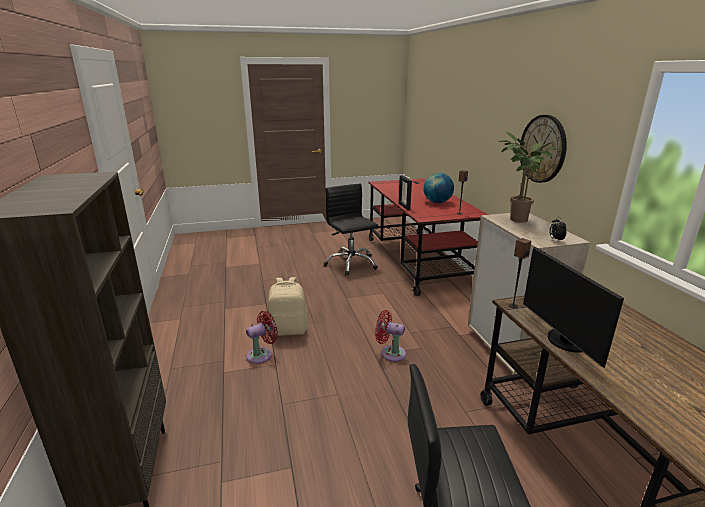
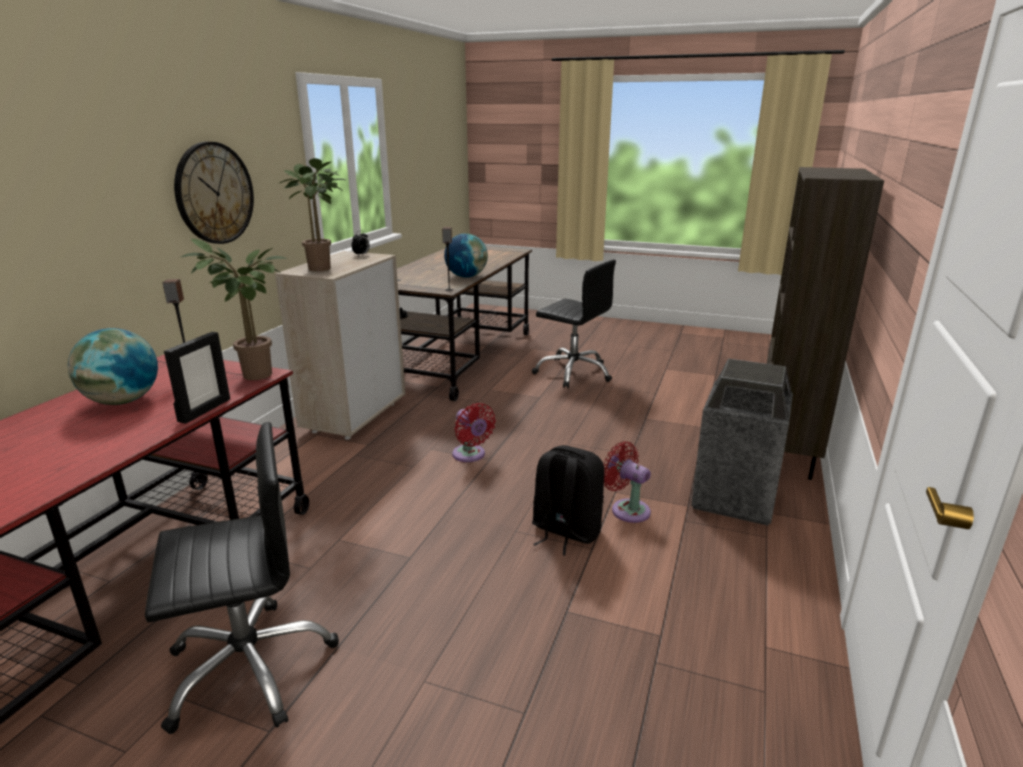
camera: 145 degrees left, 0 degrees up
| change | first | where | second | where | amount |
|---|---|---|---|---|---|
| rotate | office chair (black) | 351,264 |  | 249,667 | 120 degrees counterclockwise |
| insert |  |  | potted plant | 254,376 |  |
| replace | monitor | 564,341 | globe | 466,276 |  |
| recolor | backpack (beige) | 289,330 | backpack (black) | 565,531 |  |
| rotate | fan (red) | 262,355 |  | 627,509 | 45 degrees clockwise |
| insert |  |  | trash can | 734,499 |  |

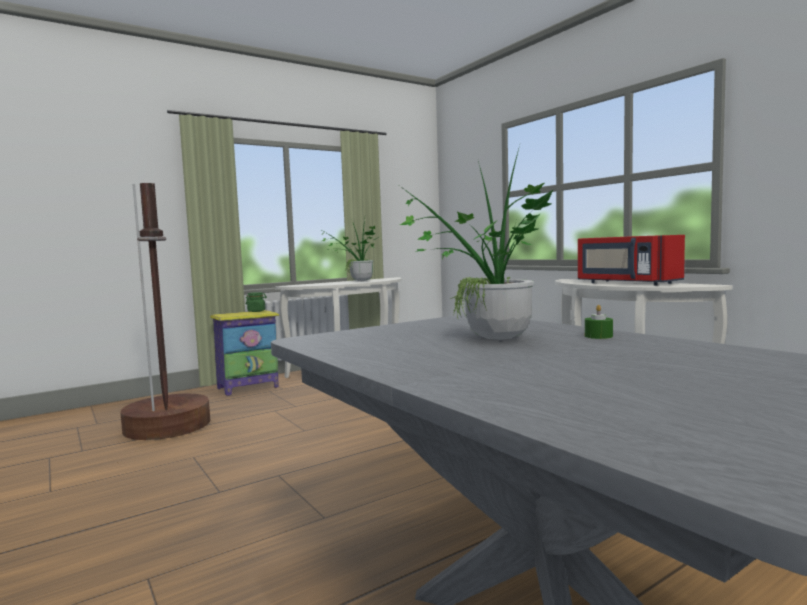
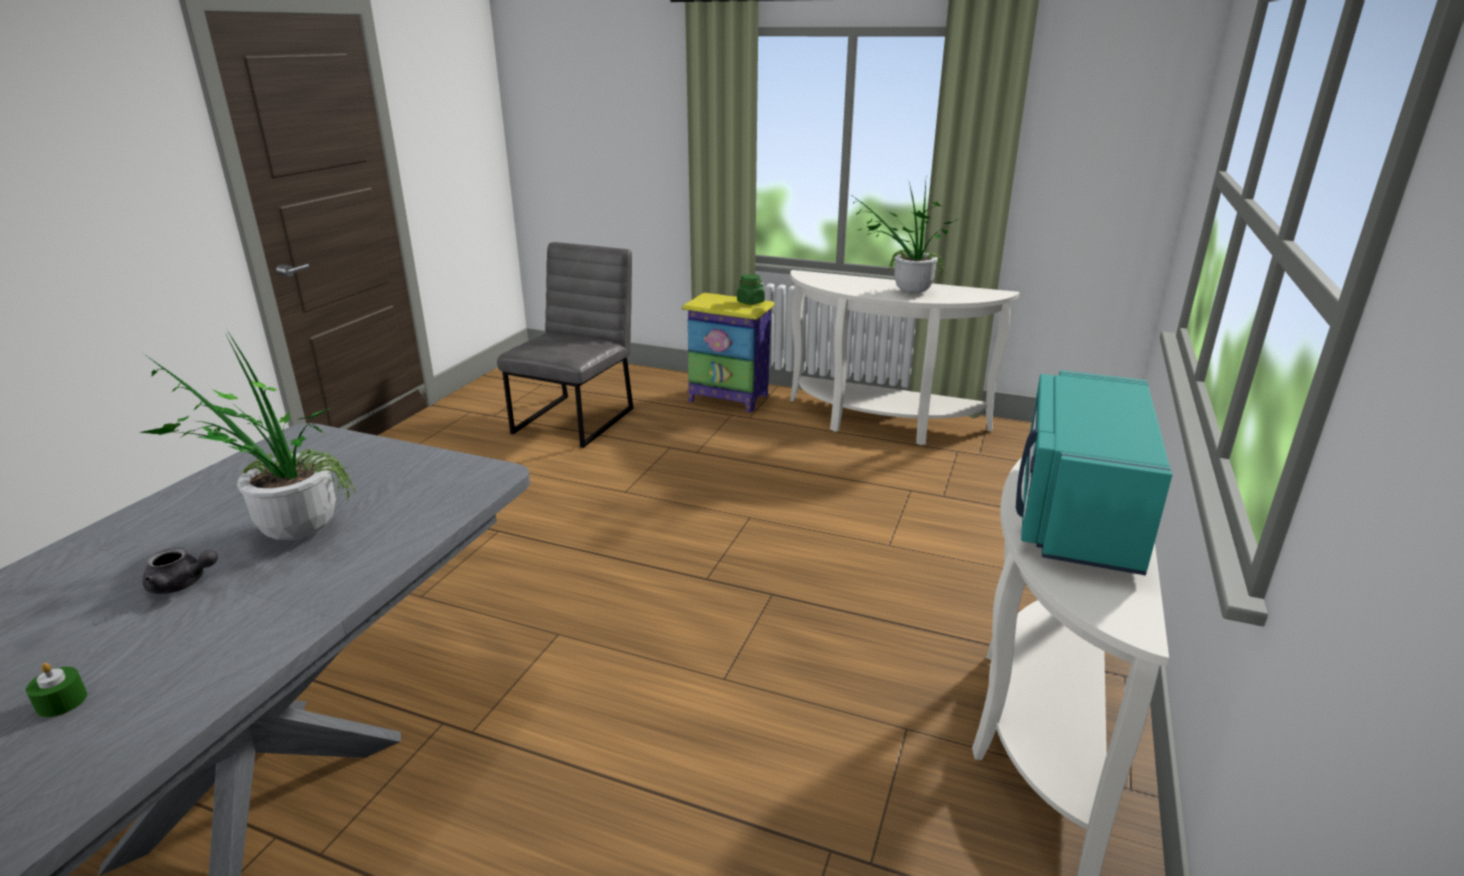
camera: 55 degrees right, 20 degrees up
| change | first | where | second | where | amount |
|---|---|---|---|---|---|
| move | candle (green) | 598,336 |  | 62,702 |  |
| insert |  |  | teapot (grey) | 182,584 |  |
| replace | floor lamp (brown) | 168,426 | chair (grey) | 576,419 |  |
| recolor | microwave (red) | 626,283 | microwave (turquoise) | 1076,513 |  |

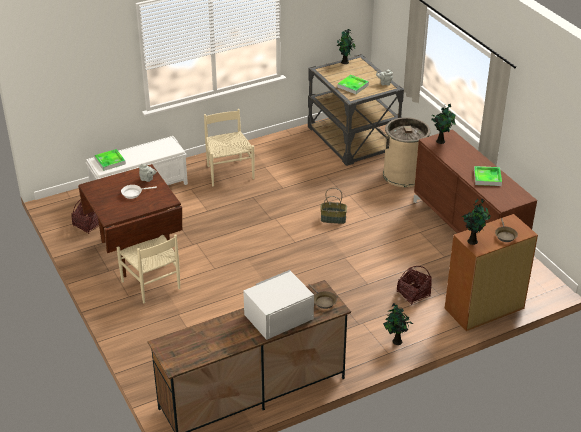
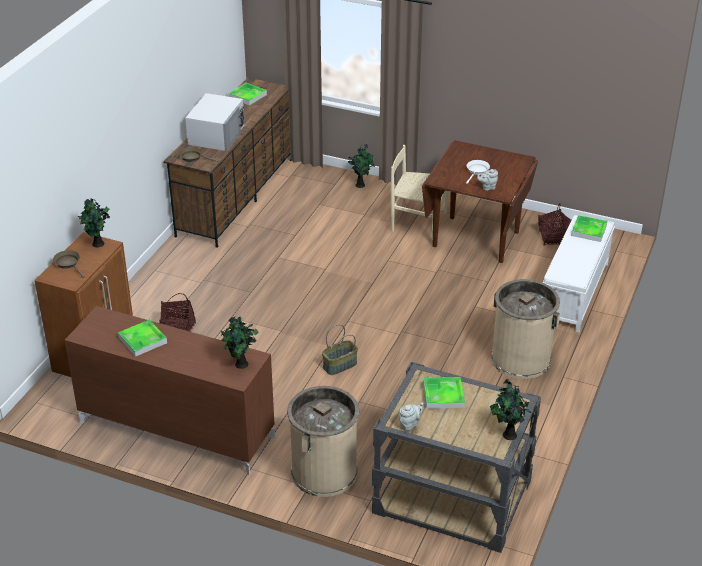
camera: 140 degrees right, 0 degrees up
| change | first | where | second | where | amount |
|---|---|---|---|---|---|
| insert |  |  | tray | 247,96 |  |
| move | potted plant | 396,341 |  | 361,184 |  |
| replace | chair (beige) | 228,172 | trash can (beige) | 520,359 |  |

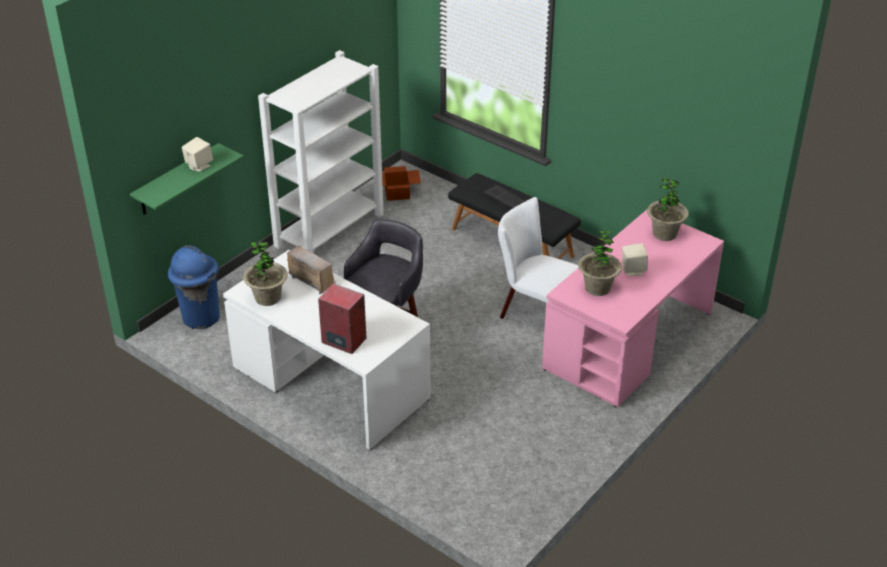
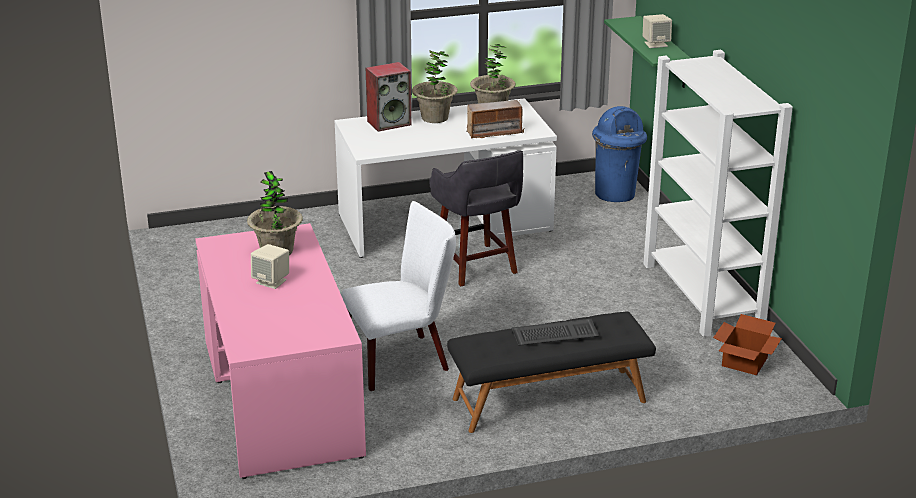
camera: 125 degrees right, 10 degrees down
| change | first | where | second | where | amount |
|---|---|---|---|---|---|
| move | potted plant | 664,233 |  | 435,118 |  |

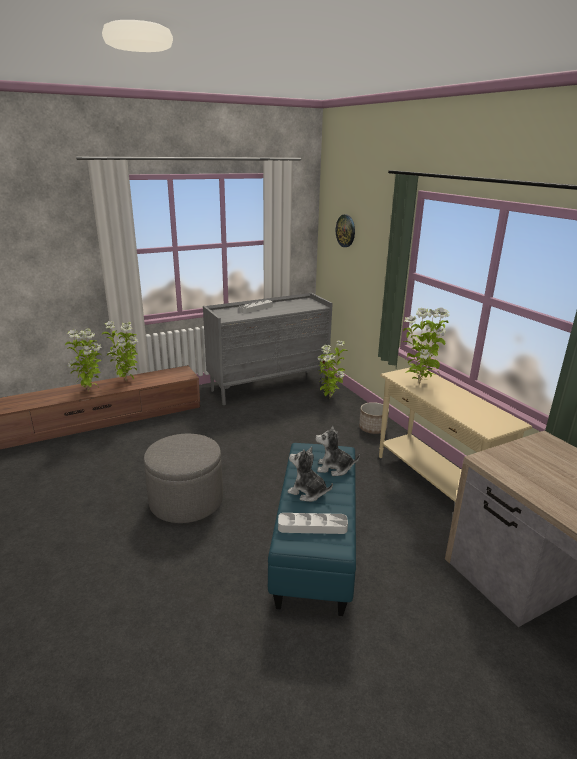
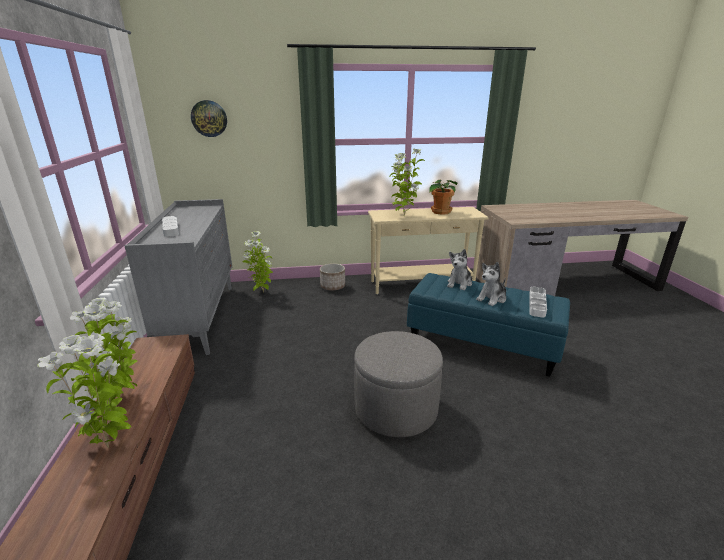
camera: 70 degrees left, 0 degrees up
| change | first | where | second | where | amount |
|---|---|---|---|---|---|
| insert |  |  | potted plant | 440,212 |  |

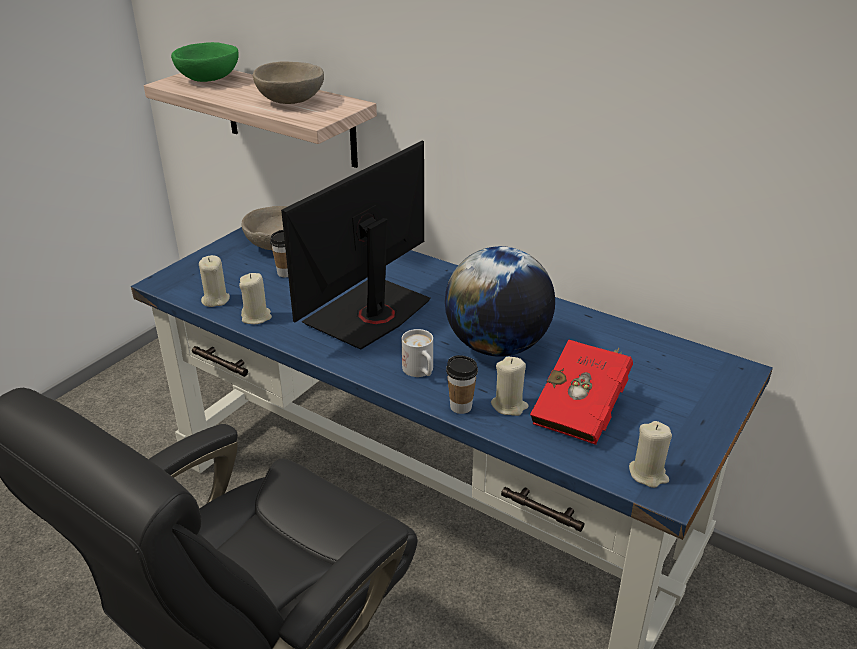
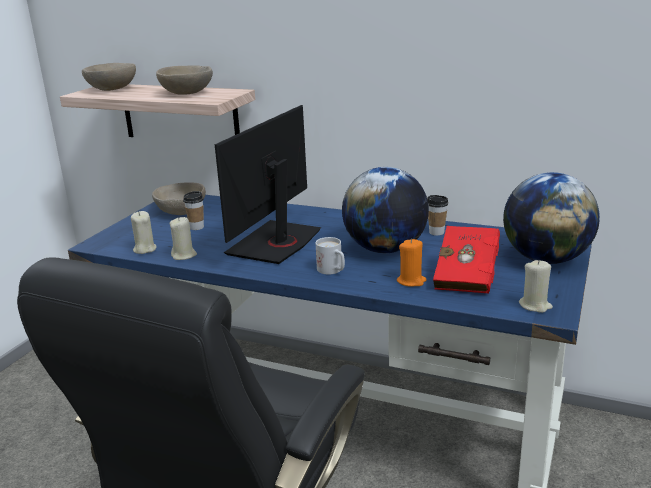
camera: 10 degrees left, 10 degrees down
| change | first | where | second | where | amount |
|---|---|---|---|---|---|
| recolor | bowl (green) | 209,79 | bowl (beige) | 112,89 |  |
| recolor | candle (beige) | 509,405 | candle (orange) | 411,281 |  |
| move | cup | 461,407 |  | 436,232 |  |
| insert |  |  | globe | 546,259 |  |

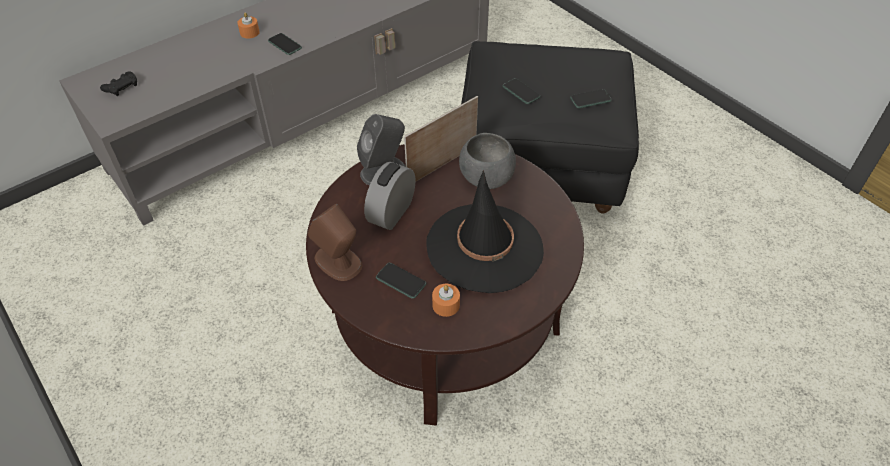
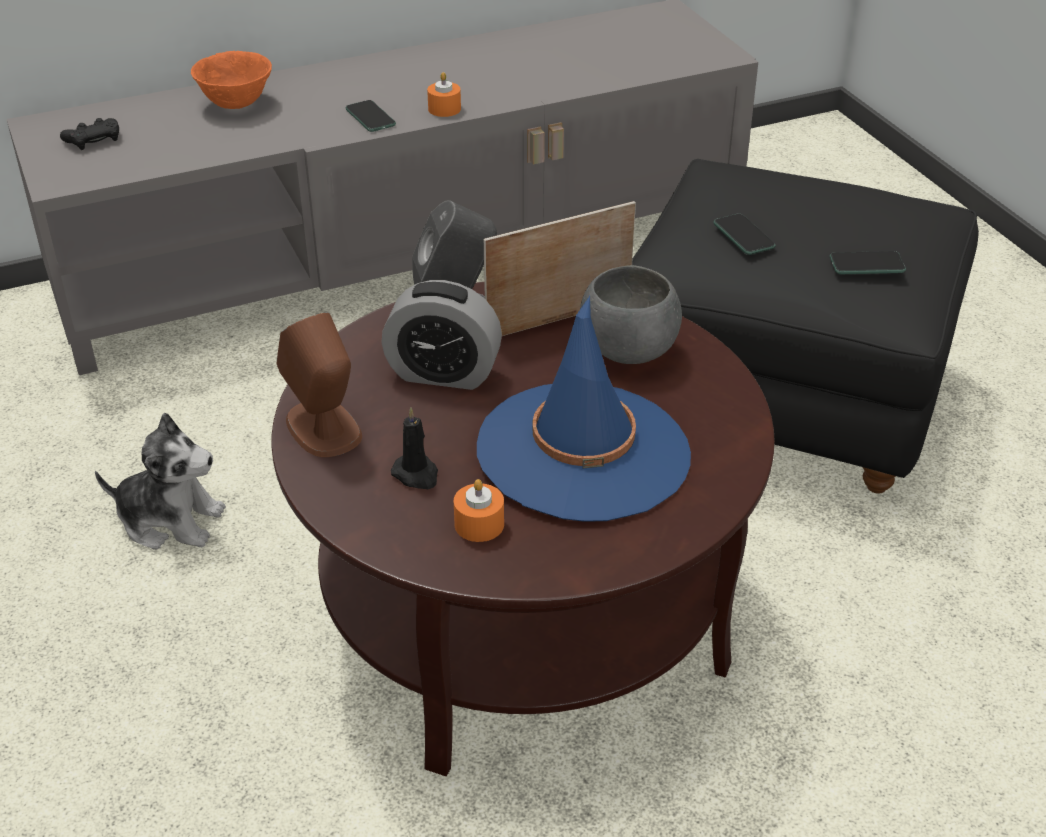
camera: 15 degrees right, 10 degrees down
| change | first | where | second | where | amount |
|---|---|---|---|---|---|
| insert |  |  | plush toy | 170,521 |  |
| insert |  |  | bowl (orange) | 237,104 |  |
| rotate | alarm clock | 391,212 |  | 443,373 | 120 degrees counterclockwise |
| replace | phone | 401,281 | candle (black) | 416,475 |  |
| move | candle (orange) | 249,32 |  | 444,109 |  |
| recolor | hat (black) | 484,247 | hat (blue) | 583,451 |  |

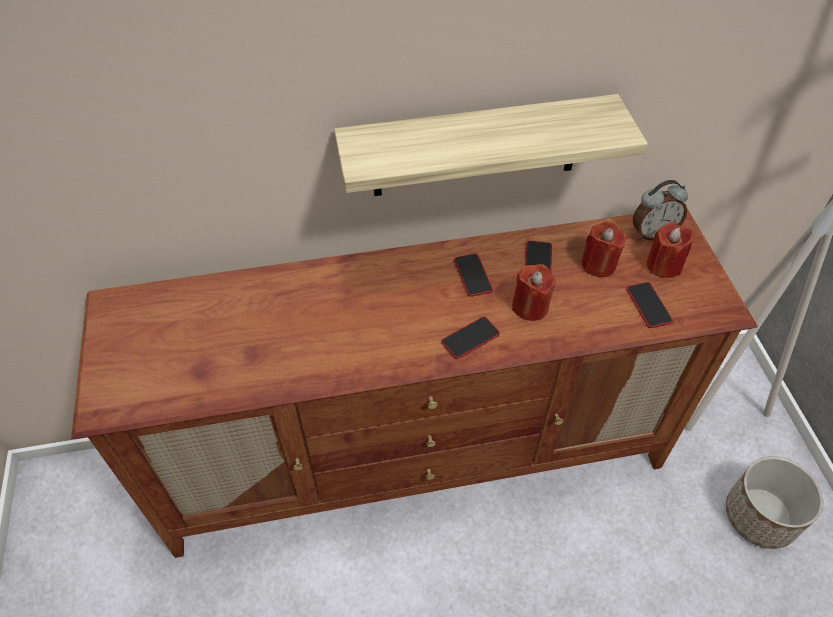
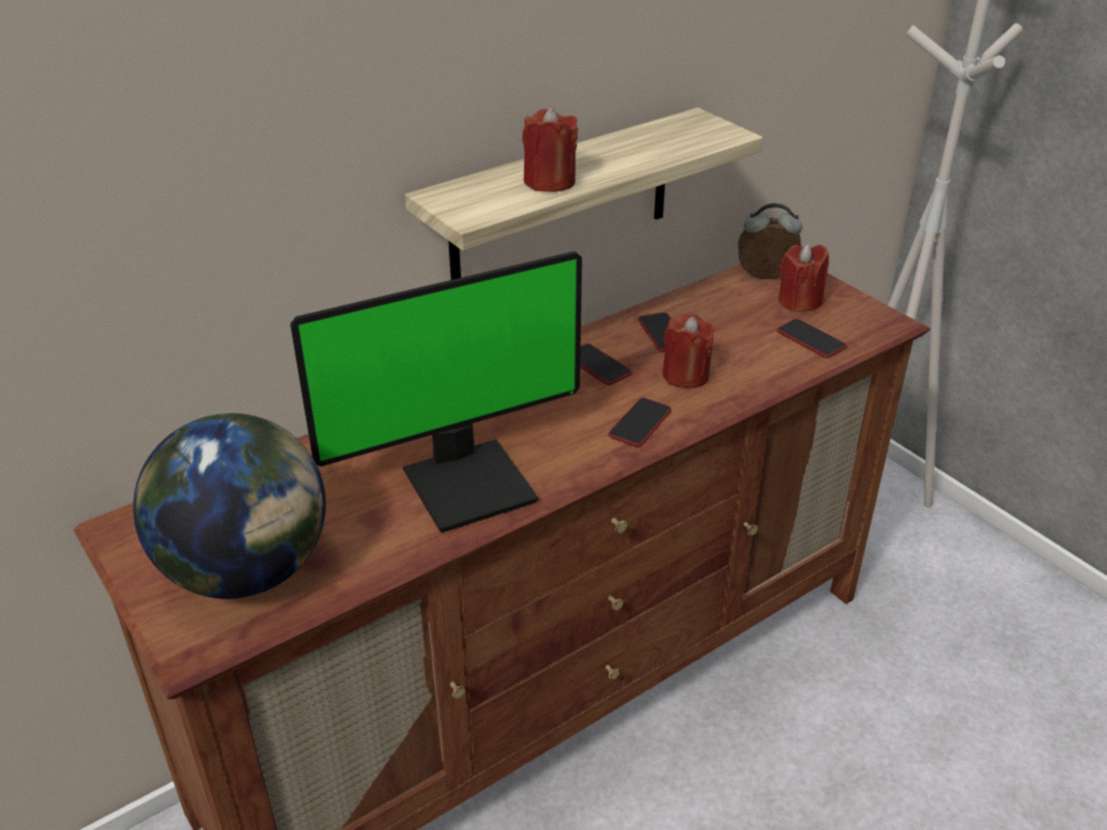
camera: 25 degrees left, 15 degrees down
| change | first | where | second | where | amount |
|---|---|---|---|---|---|
| insert |  |  | globe | 248,571 |  |
| insert |  |  | monitor | 468,482 |  |
| move | candle (red) | 598,264 |  | 549,181 |  |
| rotate | alarm clock | 652,233 |  | 766,277 | 135 degrees counterclockwise |
| delete | planter | 760,515 |  |  |  |

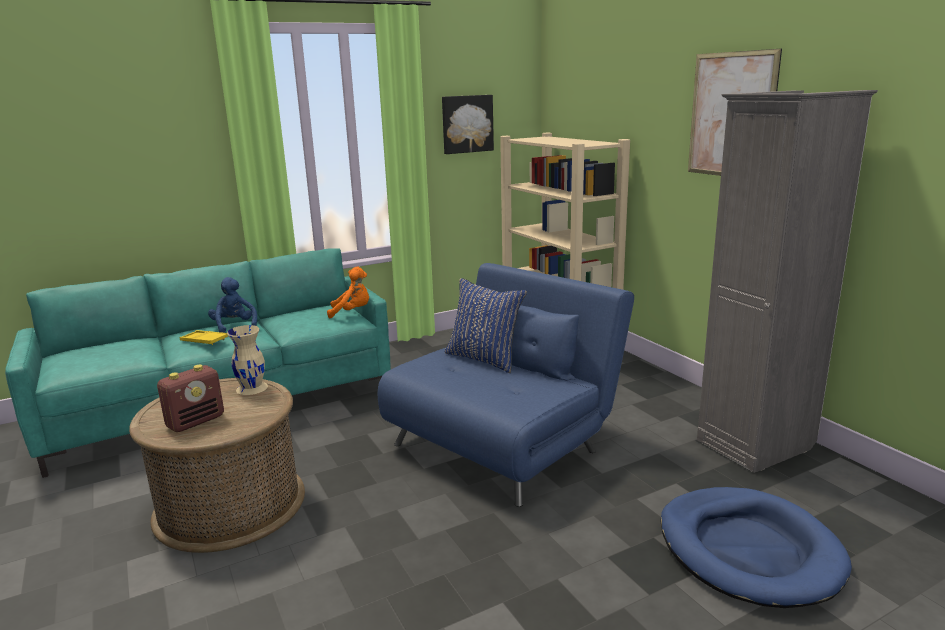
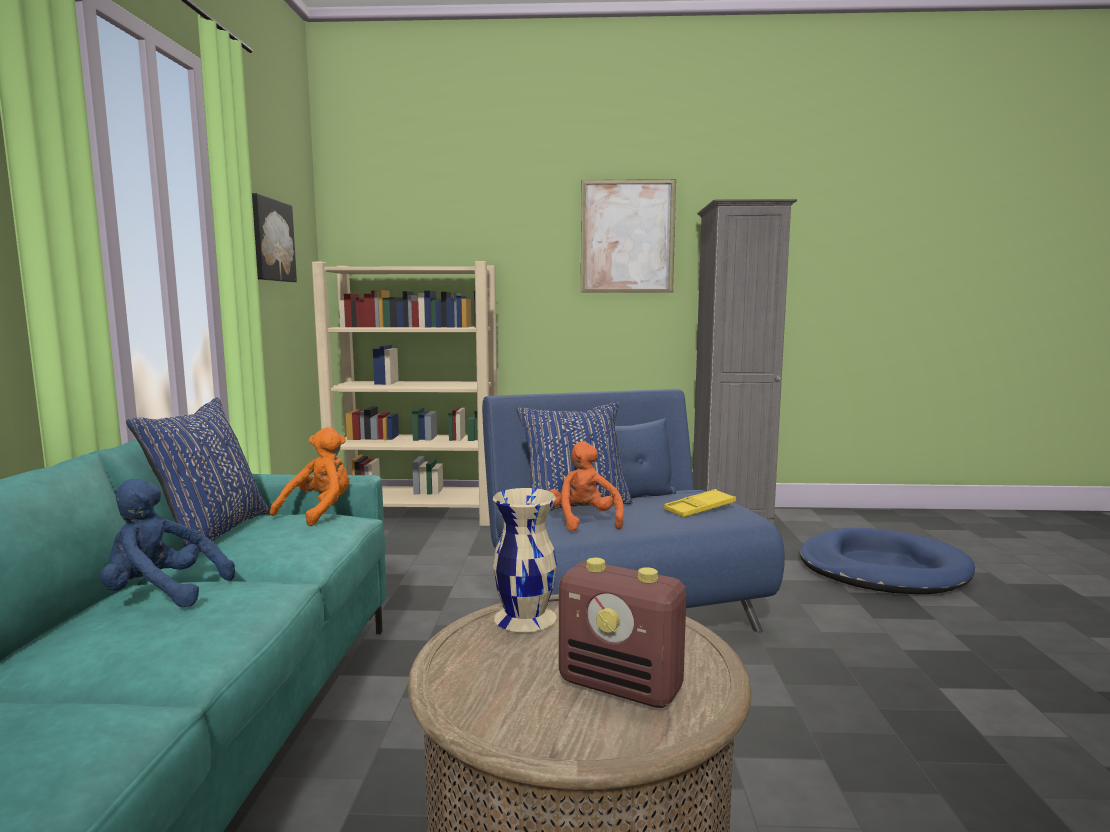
camera: 60 degrees left, 10 degrees down
| change | first | where | second | where | amount |
|---|---|---|---|---|---|
| insert |  |  | pillow (blue) | 211,533 |  |
| insert |  |  | plush toy (orange) | 584,520 |  |
| rotate | radio | 196,421 |  | 621,686 | 135 degrees clockwise |
| move | tray (yellow) | 204,341 |  | 700,509 |  |

